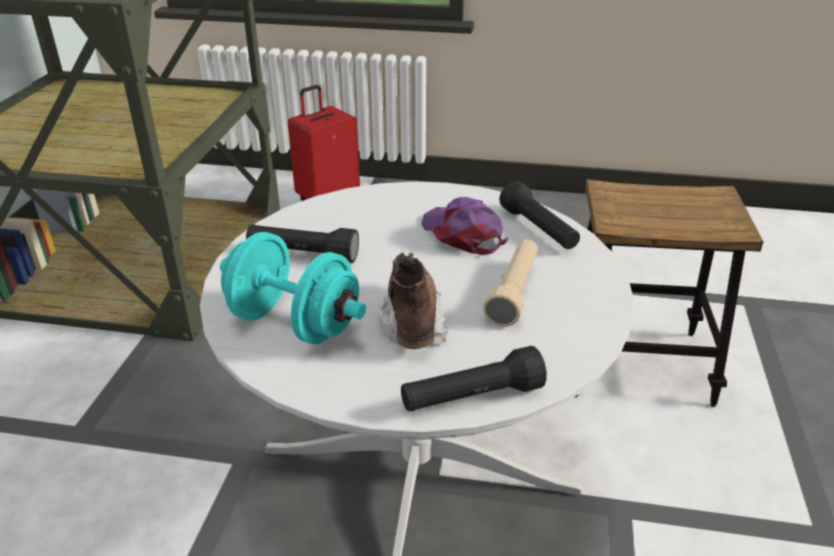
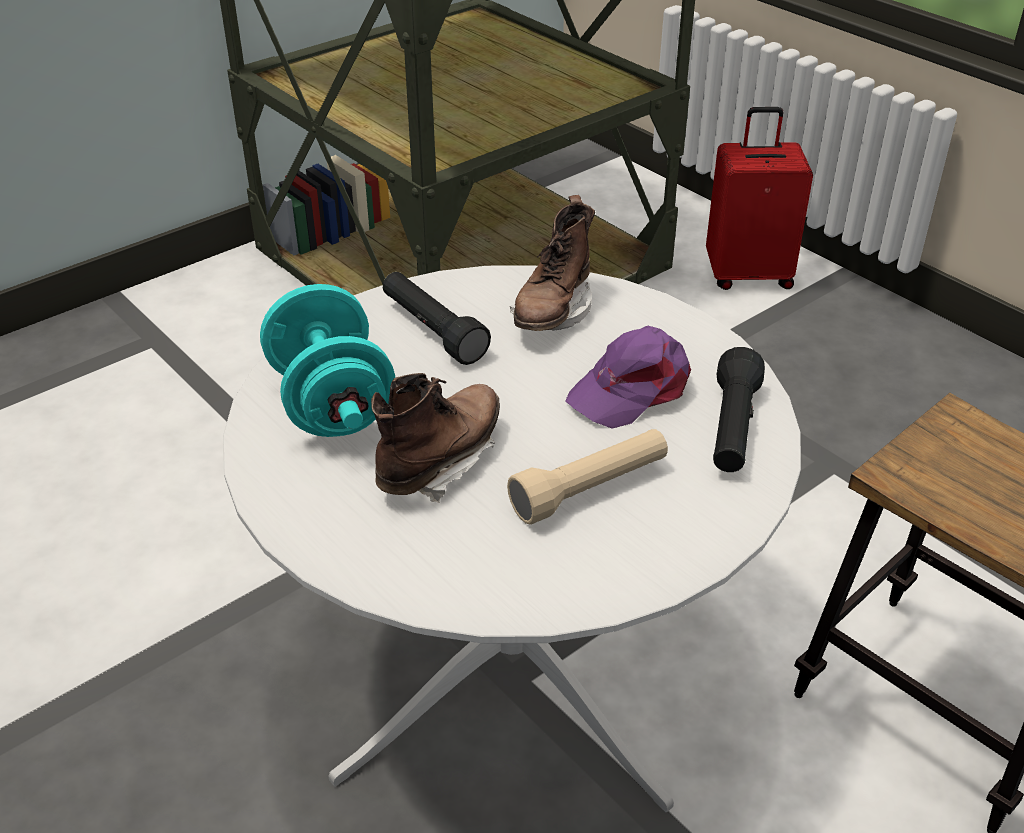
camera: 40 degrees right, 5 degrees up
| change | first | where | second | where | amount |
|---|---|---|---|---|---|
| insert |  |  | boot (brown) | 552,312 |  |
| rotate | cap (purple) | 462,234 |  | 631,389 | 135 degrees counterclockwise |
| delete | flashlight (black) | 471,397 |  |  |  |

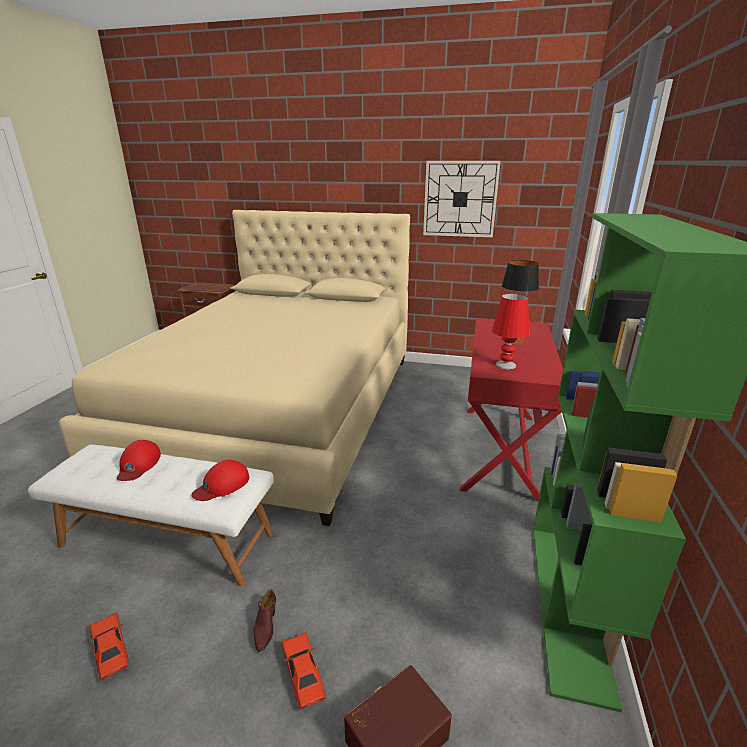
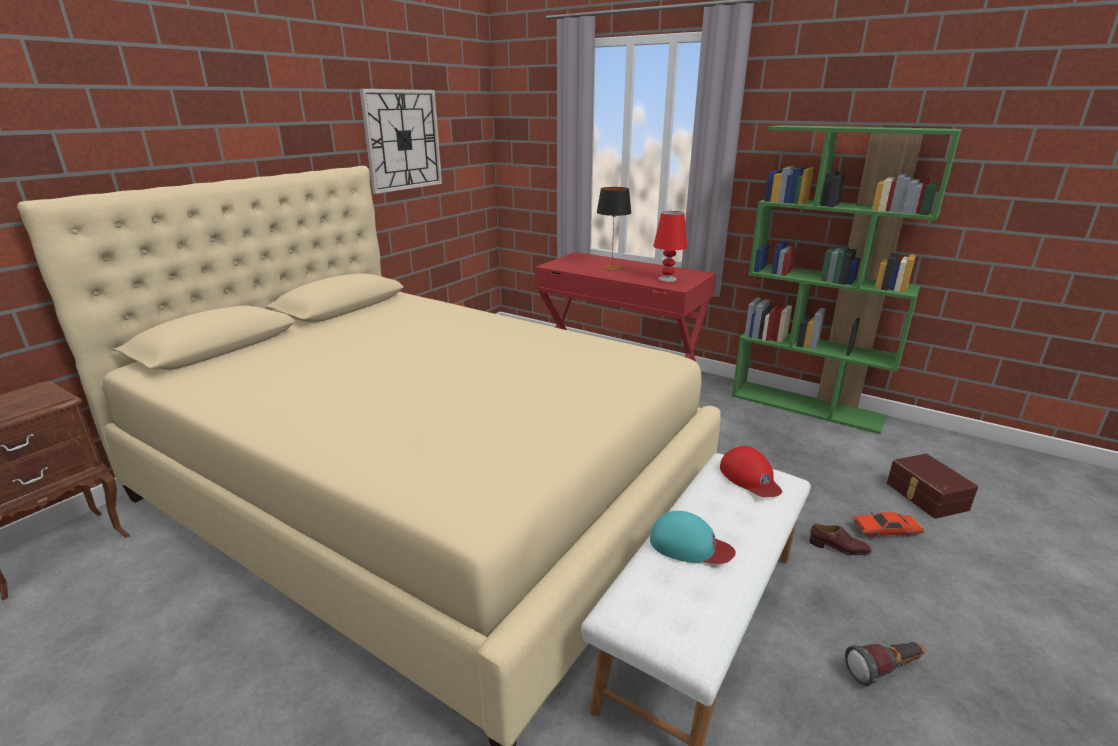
camera: 70 degrees left, 0 degrees up
| change | first | where | second | where | amount |
|---|---|---|---|---|---|
| recolor | cap (red) | 138,464 | cap (turquoise) | 689,545 |  |
| replace | toy car (red) | 111,650 | flashlight | 884,670 |  |

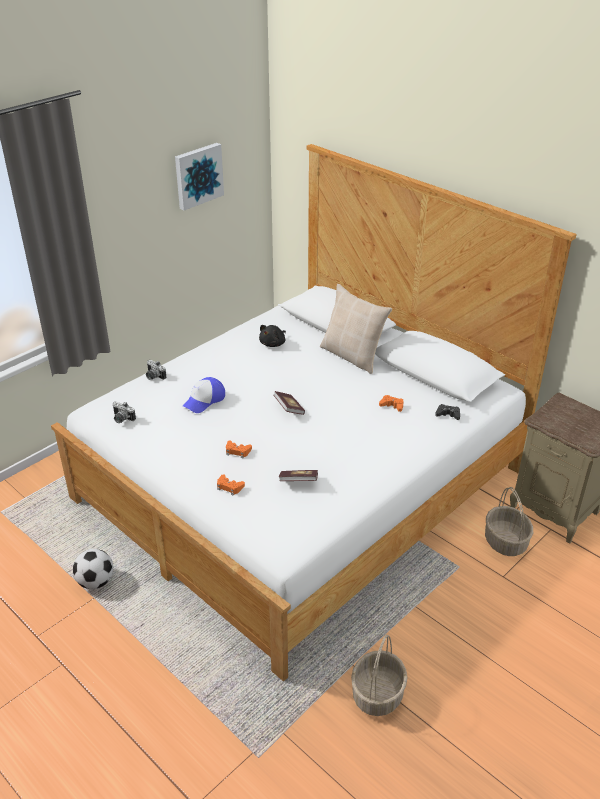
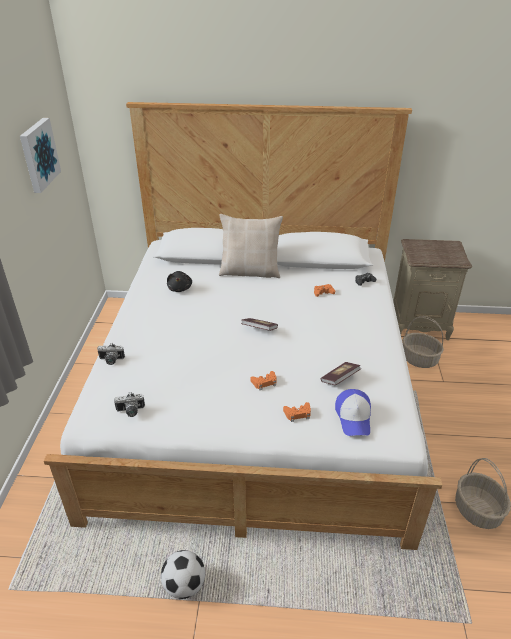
camera: 40 degrees left, 0 degrees up
| change | first | where | second | where | amount |
|---|---|---|---|---|---|
| move | cap | 204,400 |  | 354,417 |  |

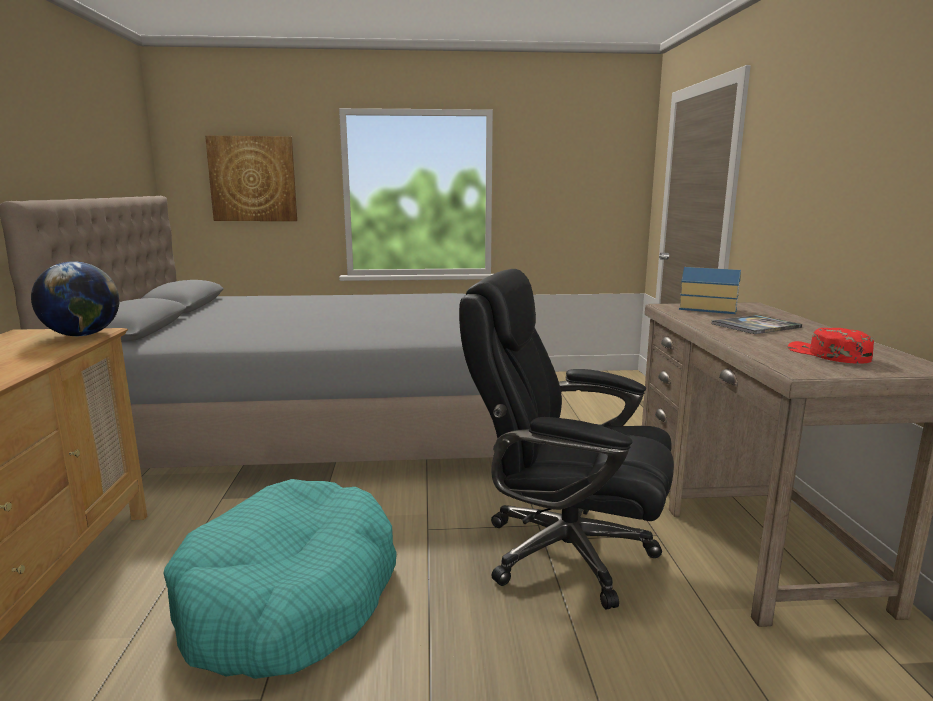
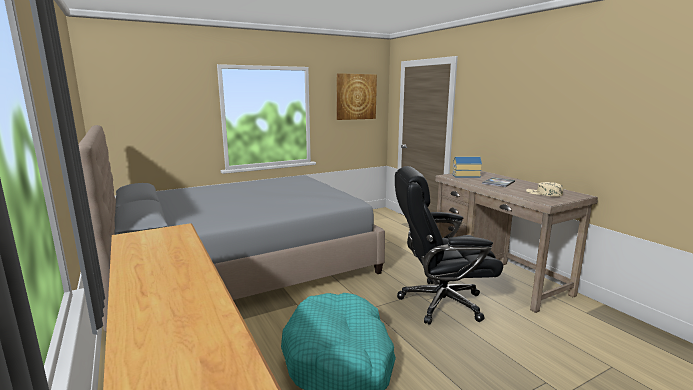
camera: 25 degrees left, 0 degrees up
| change | first | where | second | where | amount |
|---|---|---|---|---|---|
| move | picture | 253,179 |  | 356,96 |  |
| recolor | cap (red) | 827,354 | cap (beige) | 543,193 |  |
| delete | globe | 82,335 |  |  |  |

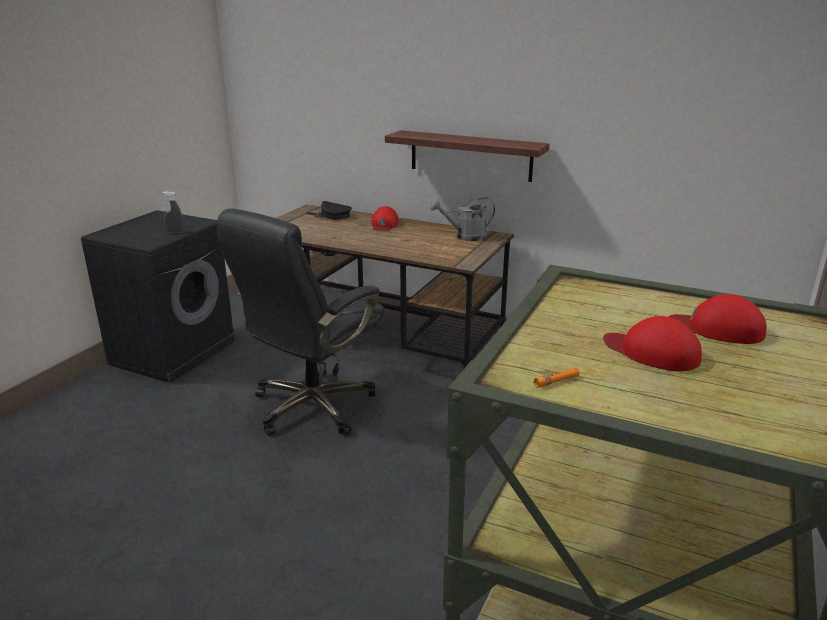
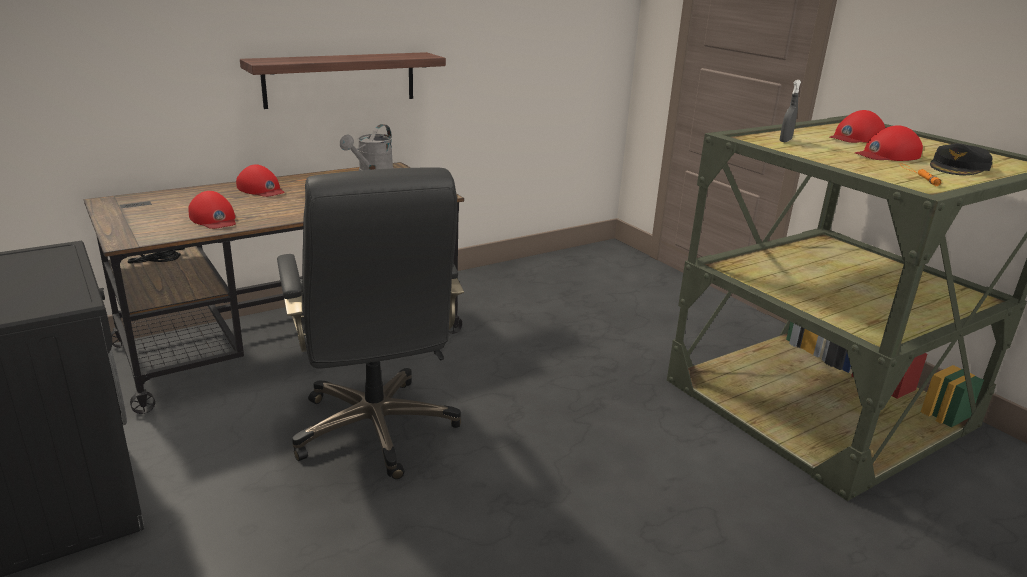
camera: 60 degrees left, 0 degrees up
| change | first | where | second | where | amount |
|---|---|---|---|---|---|
| insert |  |  | cap (red) | 214,219 |  |
| move | spray bottle (grey) | 175,232 |  | 785,141 |  |
| move | cap (black) | 333,216 |  | 959,167 |  |

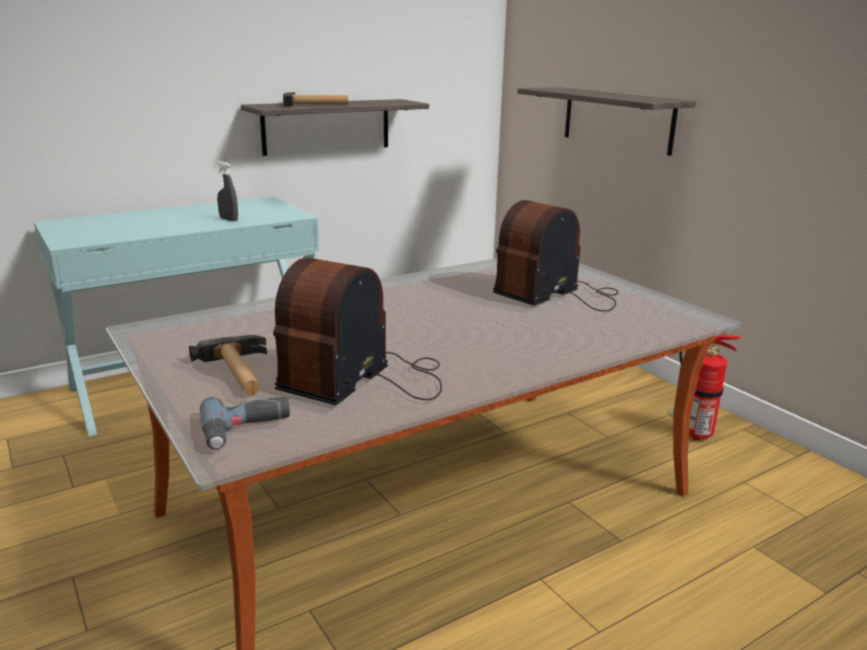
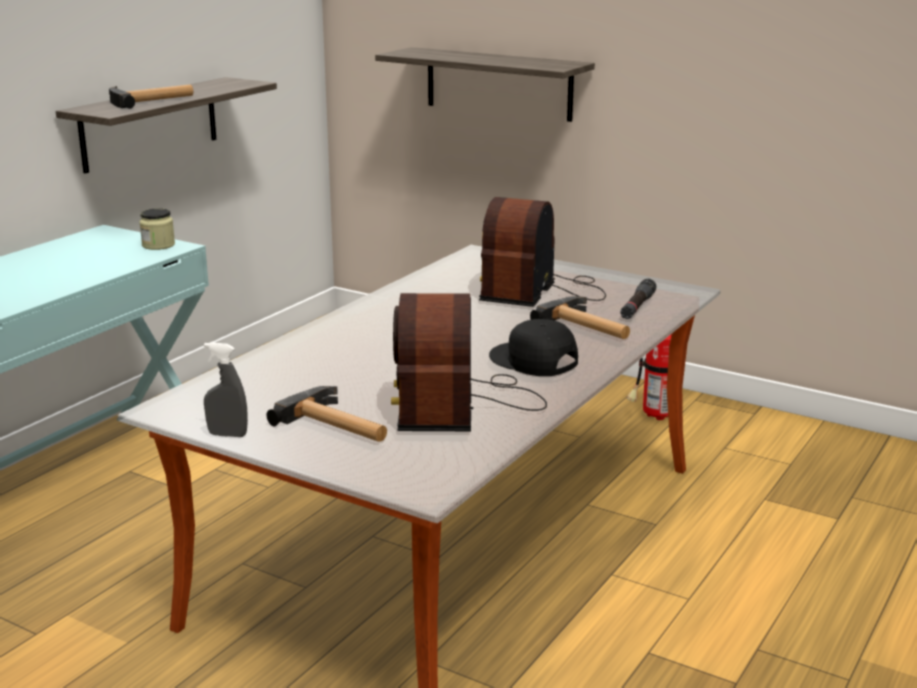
camera: 25 degrees left, 0 degrees up
| change | first | where | second | where | amount |
|---|---|---|---|---|---|
| insert |  |  | jar | 158,245 |  |
| move | spray bottle (grey) | 228,219 |  | 227,435 |  |
| insert |  |  | cap (black) | 532,360 |  |
| insert |  |  | hammer | 587,327 |  |
| insert |  |  | flashlight (black) | 637,307 |  |
| delete | power drill | 247,430 |  |  |  |

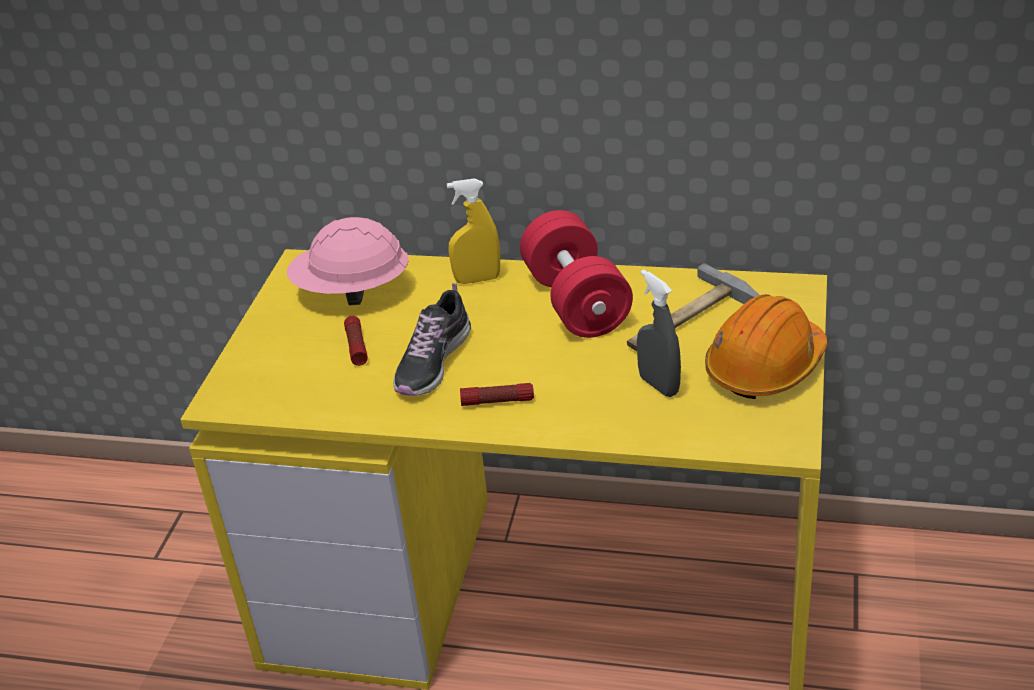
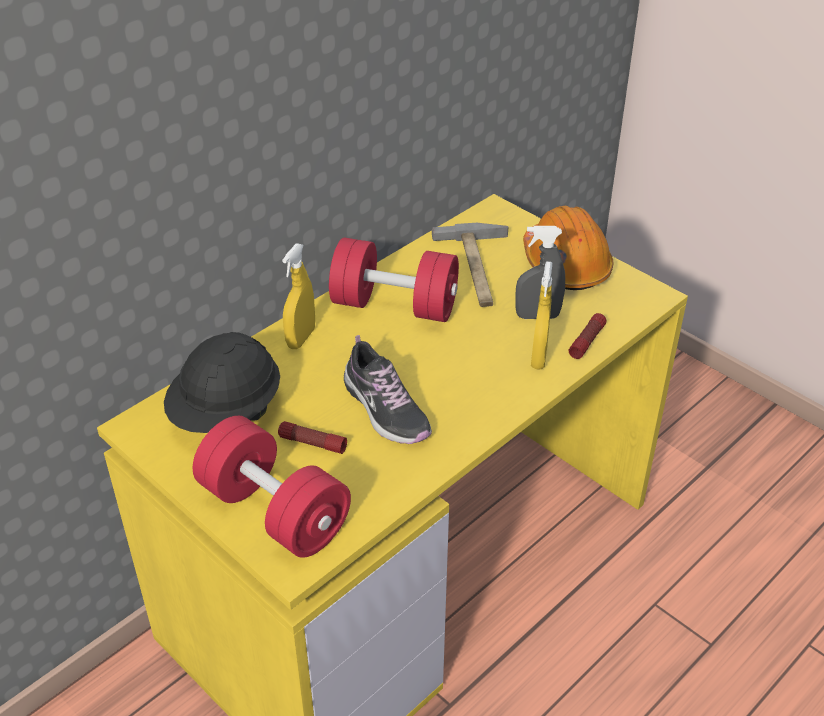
camera: 60 degrees left, 5 degrees up
| change | first | where | second | where | amount |
|---|---|---|---|---|---|
| recolor | hard hat (pink) | 352,292 | hard hat (black) | 227,413 |  |
| insert |  |  | dumbbell (red) | 274,511 |  |
| insert |  |  | spray bottle (yellow) | 538,357 |  |
| move | flashlight | 497,401 |  | 587,341 |  |

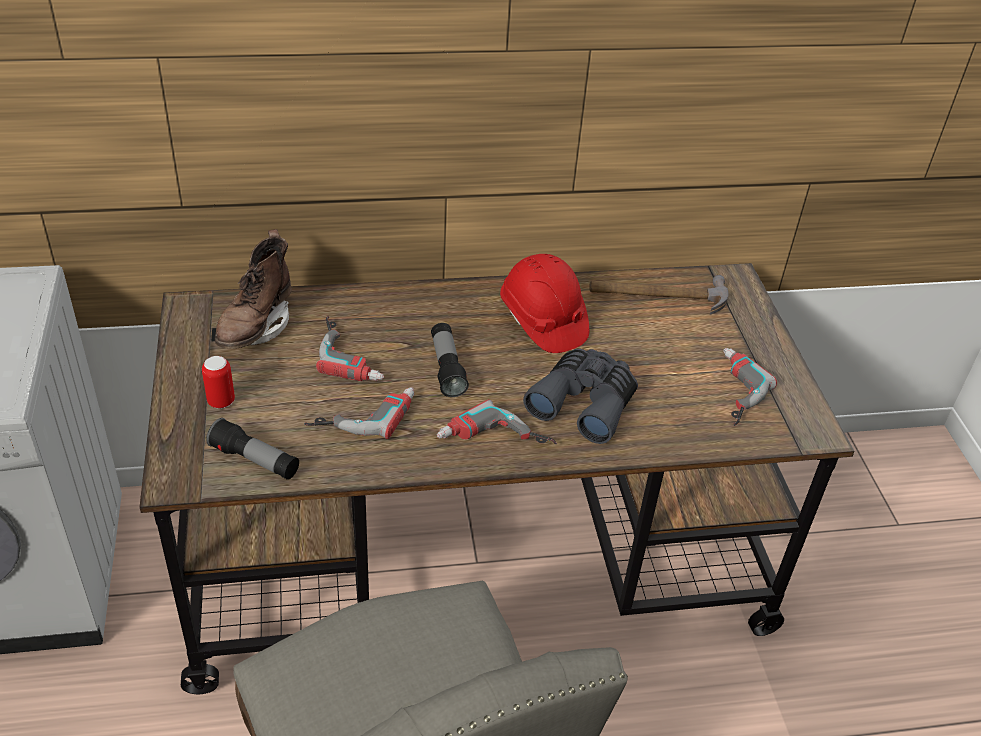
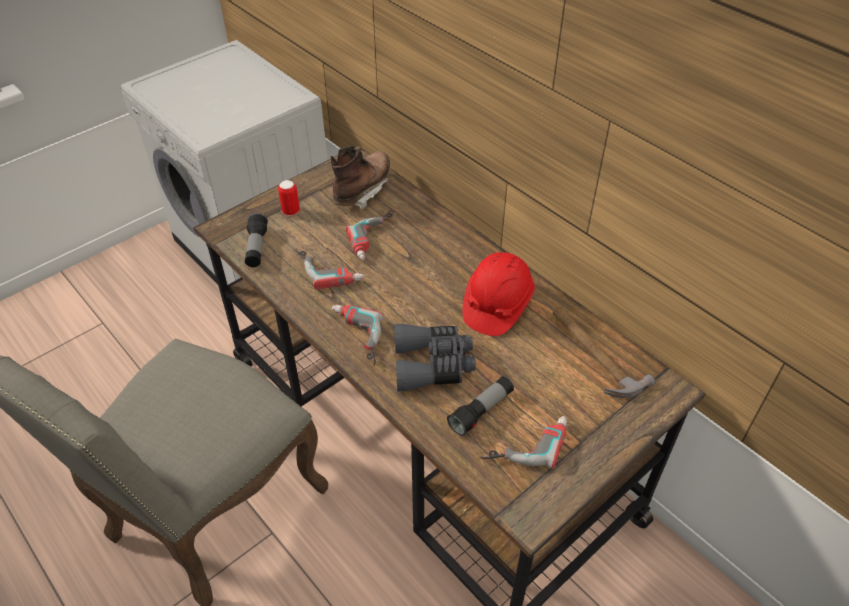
camera: 60 degrees right, 5 degrees up
| change | first | where | second | where | amount |
|---|---|---|---|---|---|
| rotate | boot (brown) | 256,327 |  | 362,190 | 135 degrees clockwise |
| move | flashlight | 447,368 |  | 481,411 |  |

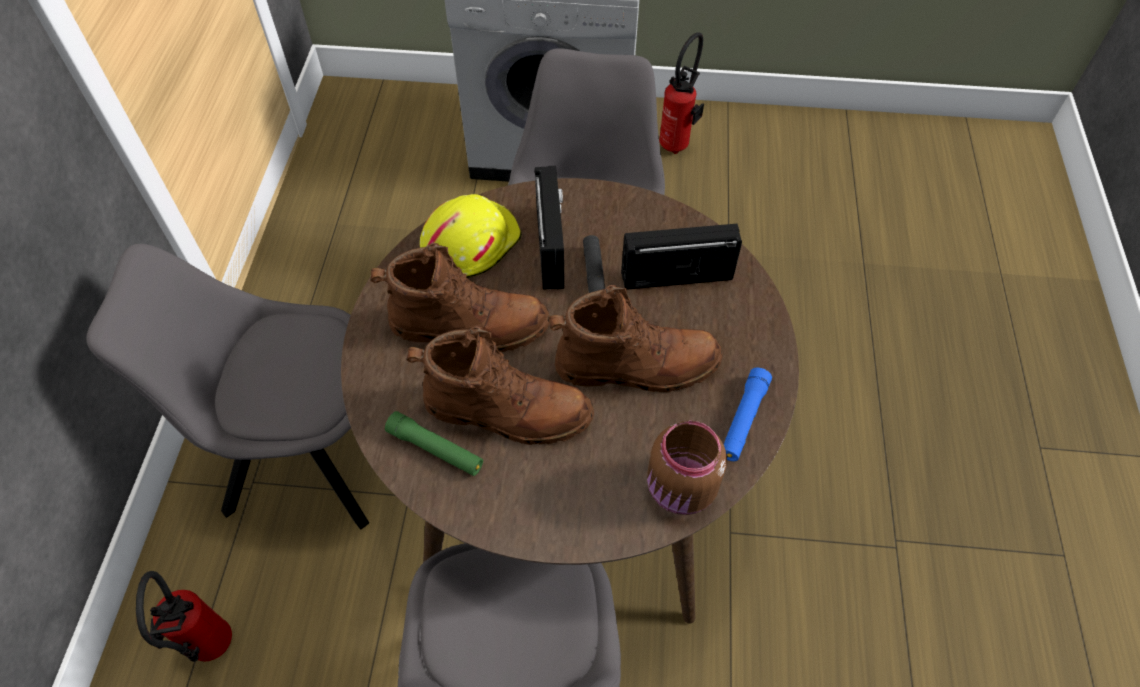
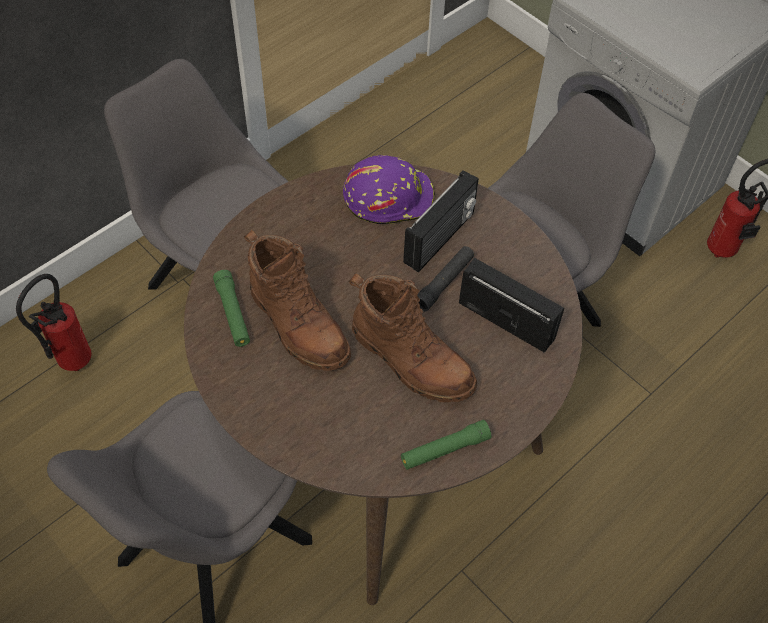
camera: 40 degrees right, 0 degrees up
| change | first | where | second | where | amount |
|---|---|---|---|---|---|
| recolor | hard hat (yellow) | 470,243 | hard hat (purple) | 388,197 |  |
| recolor | flashlight (blue) | 743,419 | flashlight (green) | 444,450 |  |
| delete | boot (brown) | 469,327 |  |  |  |
| delete | jar (brown) | 681,490 |  |  |  |

